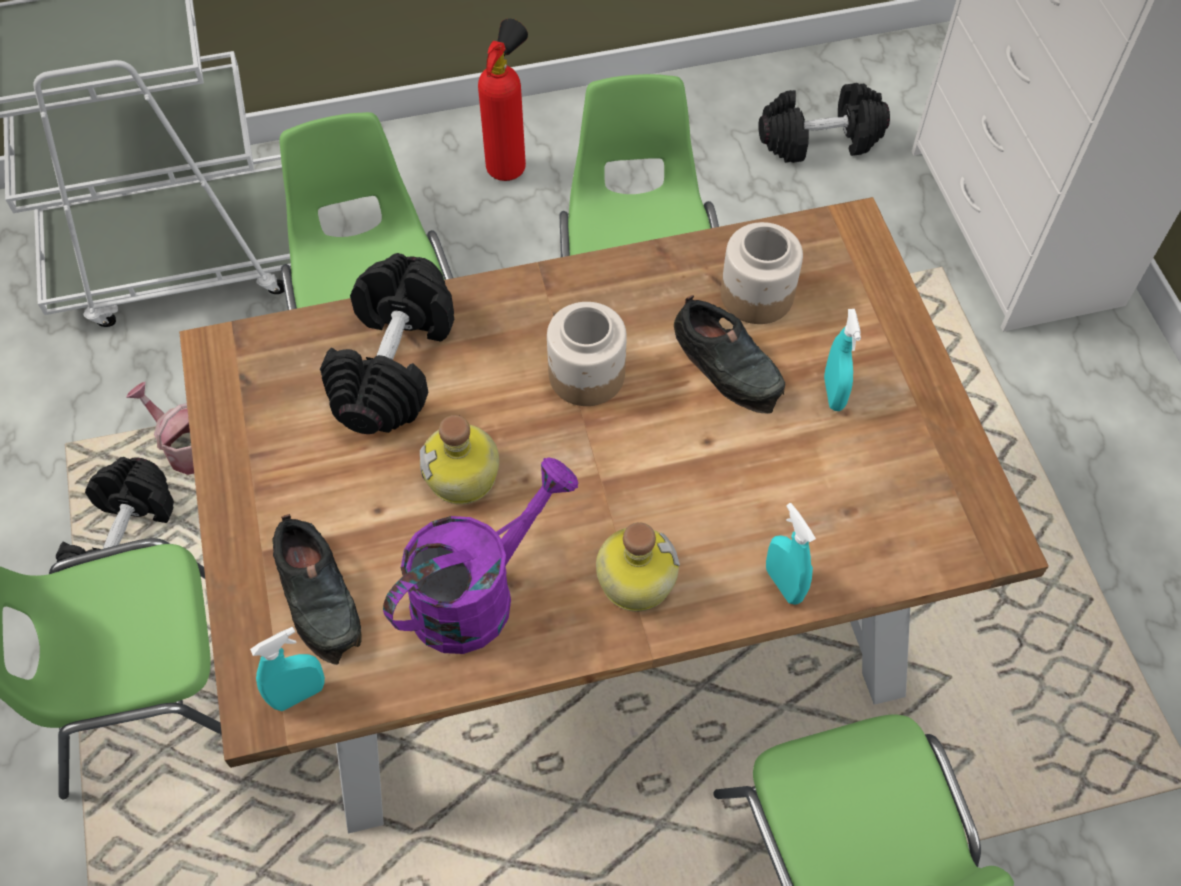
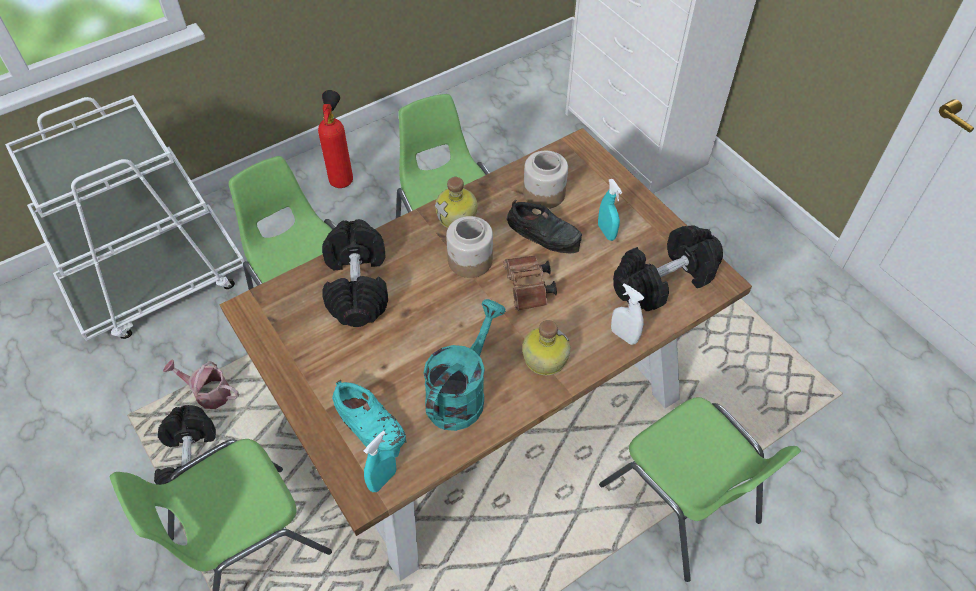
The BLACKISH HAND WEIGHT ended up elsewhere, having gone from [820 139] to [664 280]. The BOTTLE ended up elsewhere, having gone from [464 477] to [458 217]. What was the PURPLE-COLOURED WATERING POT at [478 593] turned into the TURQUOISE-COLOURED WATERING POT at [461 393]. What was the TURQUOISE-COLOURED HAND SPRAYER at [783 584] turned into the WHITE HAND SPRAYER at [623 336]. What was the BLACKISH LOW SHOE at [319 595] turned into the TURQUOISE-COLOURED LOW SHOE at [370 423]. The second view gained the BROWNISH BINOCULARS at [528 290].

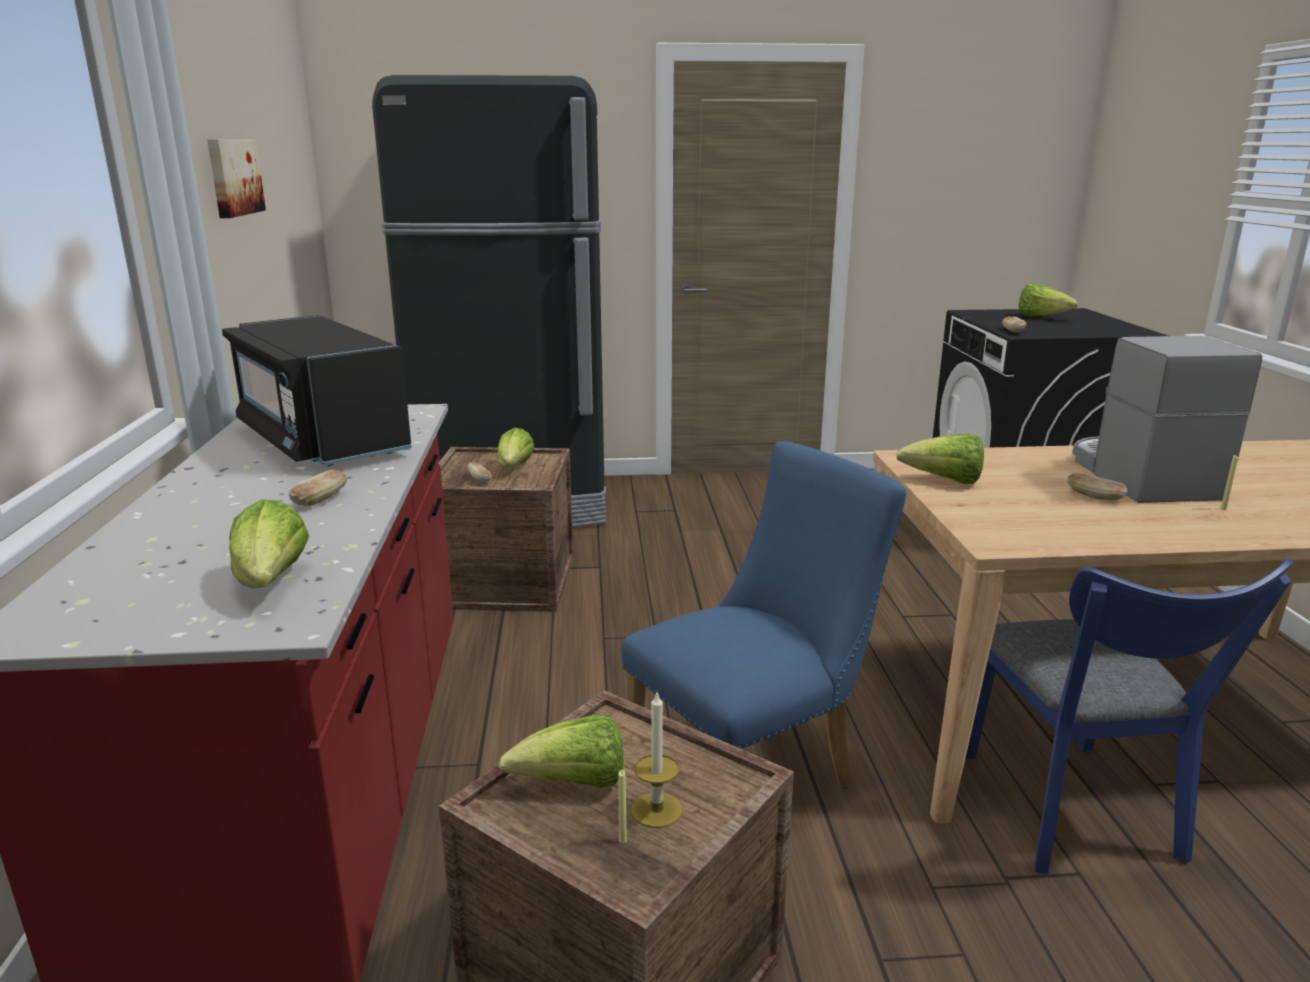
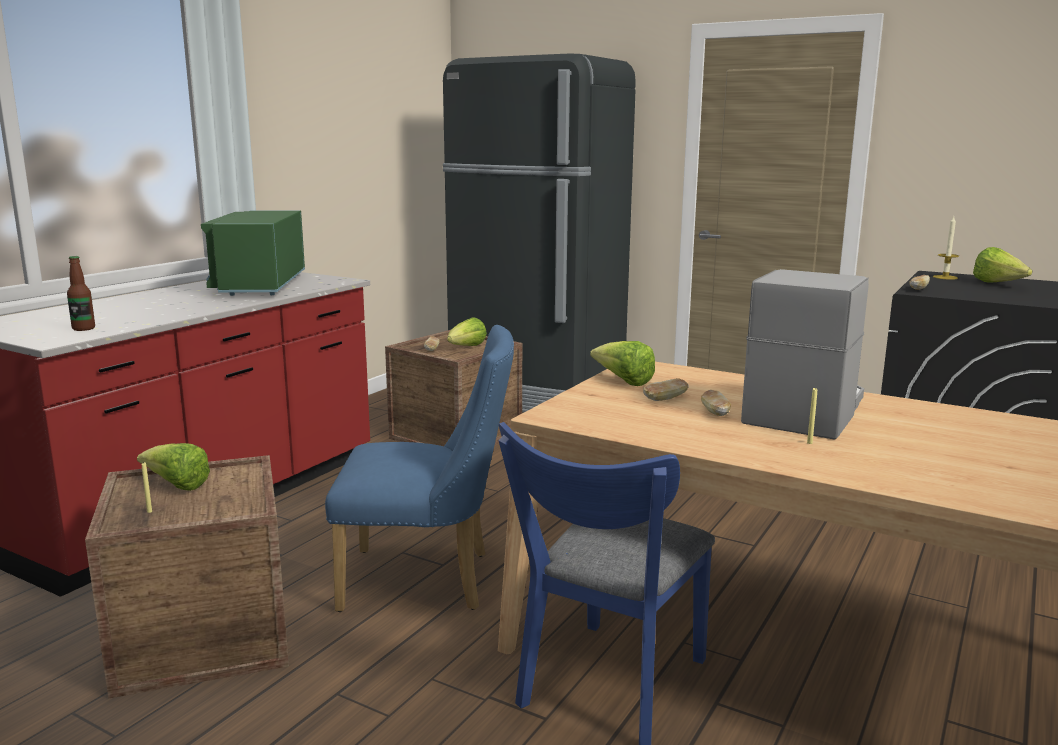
The second view lost the PICTURE at [233 177]. What was the BLACKISH KITCHEN MICROWAVE at [321 439] turned into the GREEN-COLOURED KITCHEN MICROWAVE at [260 285]. The BAKED BREAD ended up elsewhere, having gone from [320 500] to [665 399]. Where the LETTUCE stood at [271 583], the BOTTLE came to stand at [83 328]. The CANDLE ended up elsewhere, having gone from [656 810] to [945 277].

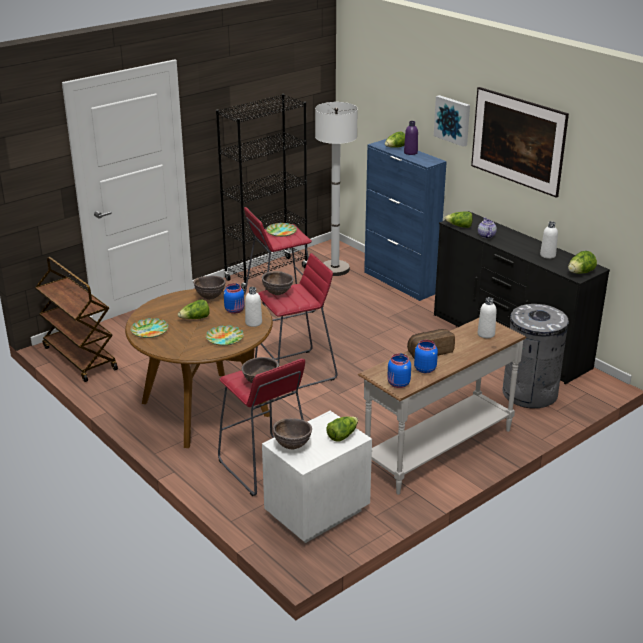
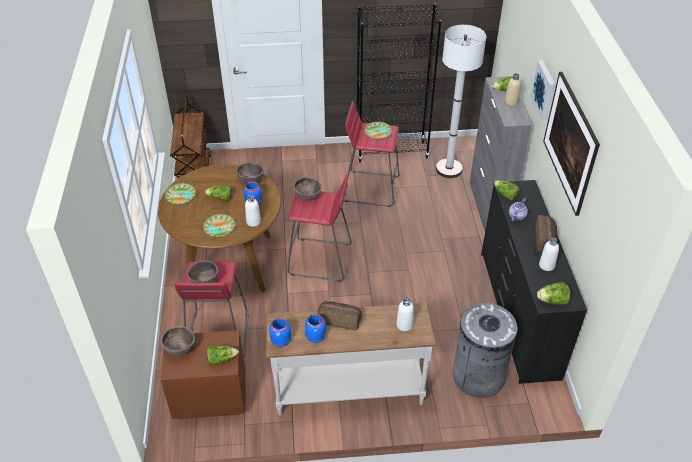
What was the PURPLE-COLOURED BOTTLE at [410 152] turned into the BEIGE-COLOURED BOTTLE at [511 102]. What was the BLUE CUPBOARD at [400 282] turned into the GRAY CUPBOARD at [488 206]. What was the WHITE NIGHTSTAND at [315 513] turned into the BROWNISH NIGHTSTAND at [209 397]. The second view gained the BAKED BREAD at [545 240].

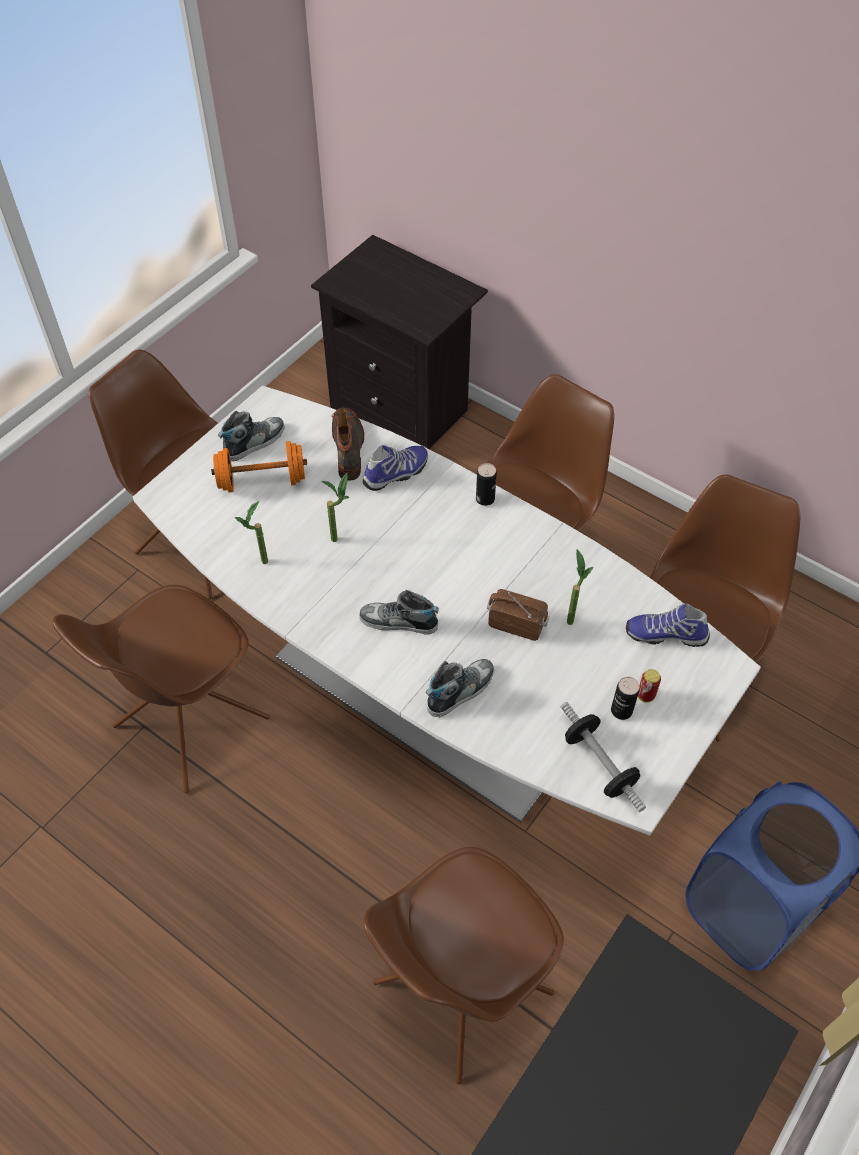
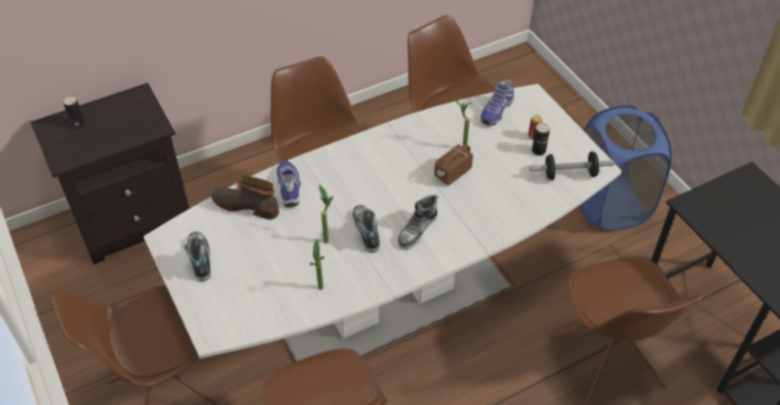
The second view lost the ORANGE-COLOURED HAND WEIGHT at [262 481]. The SEALED CAN ended up elsewhere, having gone from [485 499] to [78 123]. The LOW SHOE ended up elsewhere, having gone from [460 690] to [366 231].

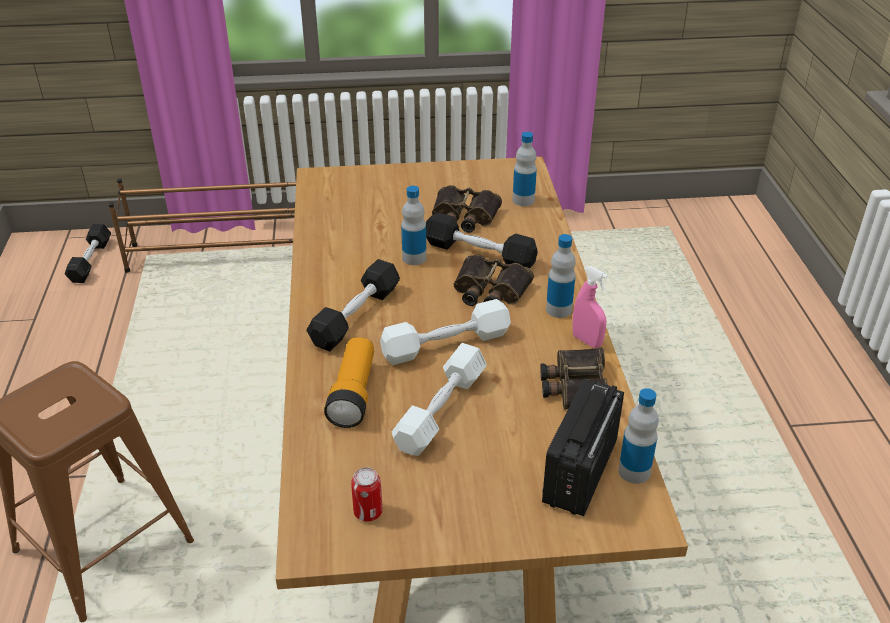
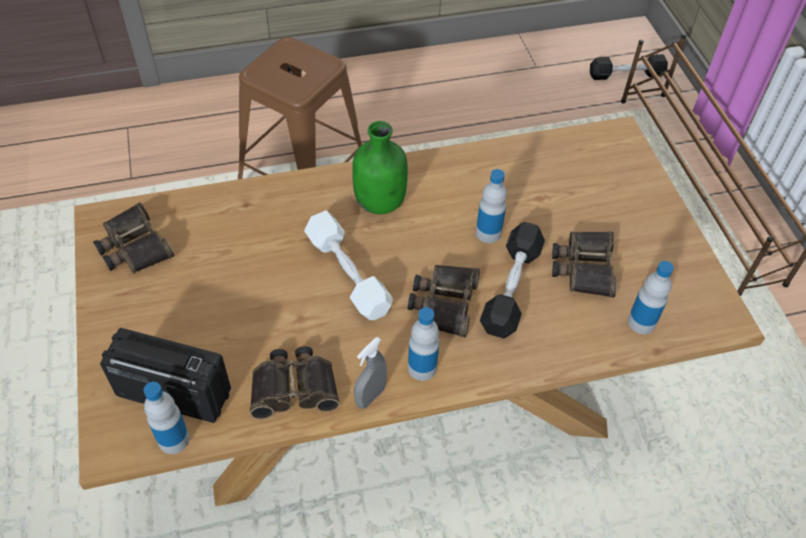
Where the BLACKISH HAND WEIGHT stood at [356 316], the GREEN-COLOURED BOTTLE came to stand at [381 202]. What was the PINKISH HAND SPRAYER at [587 341] turned into the GRAY HAND SPRAYER at [370 396]. The second view lost the FLASHLIGHT at [353 394]. The second view lost the WHITE HAND WEIGHT at [440 410]. Where the SEALED CAN stood at [368 512], the BINOCULARS came to stand at [133 247].

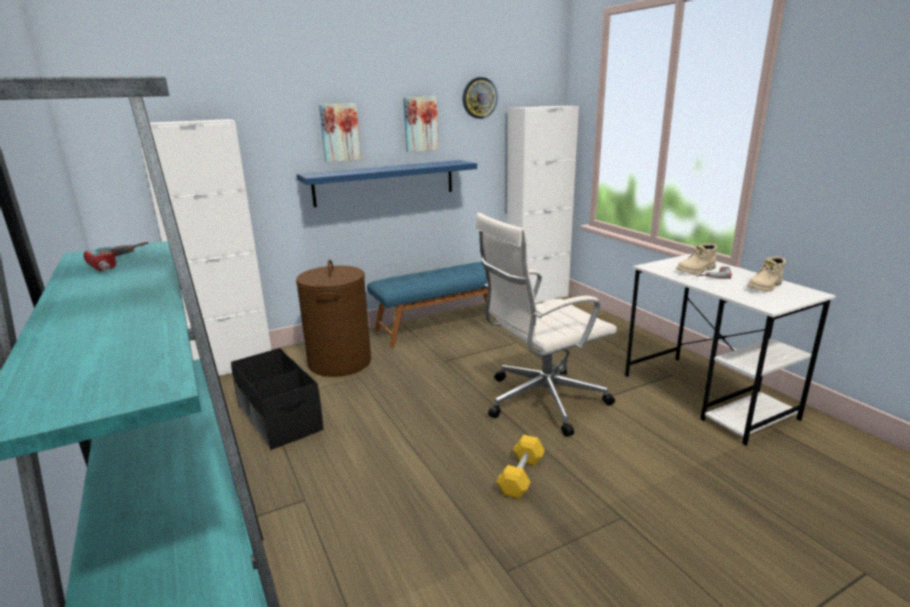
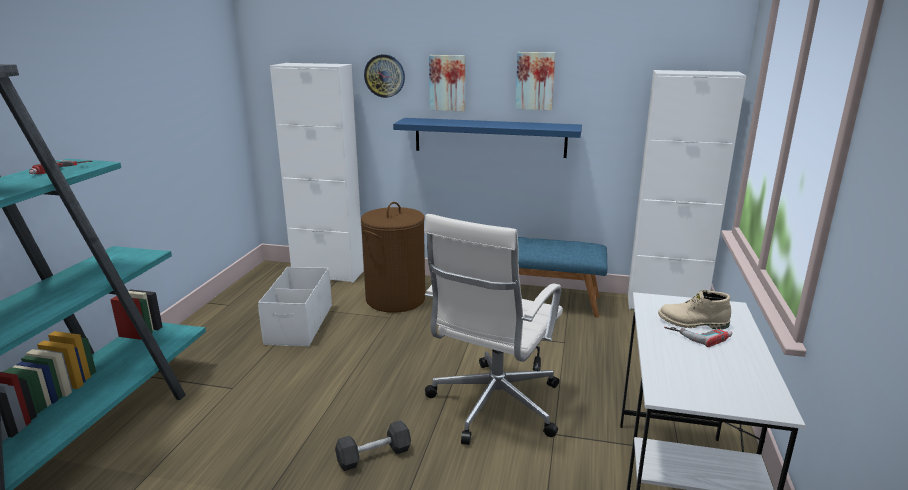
The CLOCK ON THE WALL ended up elsewhere, having gone from [479 98] to [384 76]. The WHITE COMPUTER CHAIR at [541 401] ended up facing another way, 75 degrees counterclockwise from before. The second view lost the BEIGE-COLOURED BOOT at [765 287]. What was the BLACKISH STORAGE BOX at [279 418] turned into the WHITE STORAGE BOX at [299 324]. What was the YELLOW-COLOURED HAND WEIGHT at [521 476] turned into the BLACKISH HAND WEIGHT at [374 456].

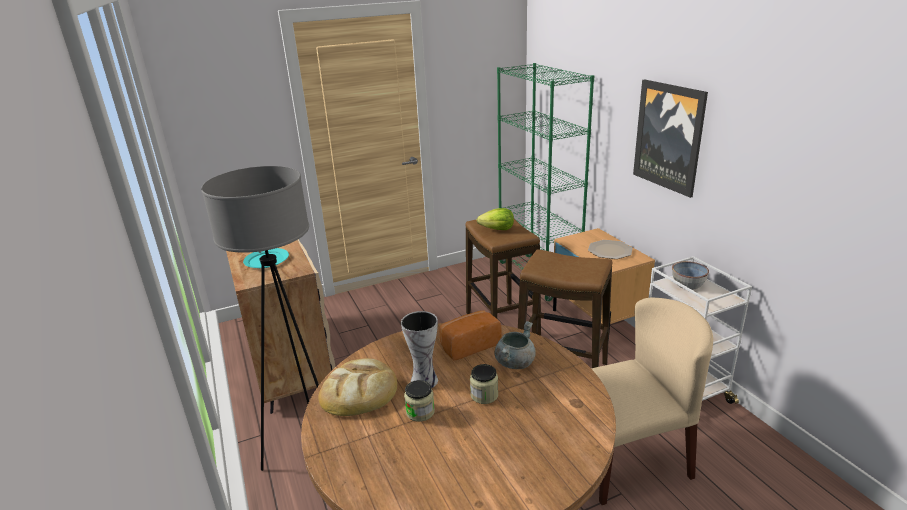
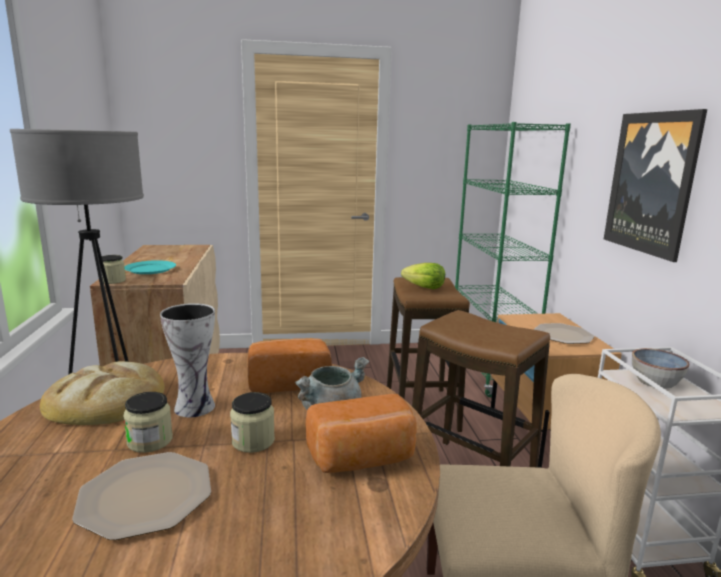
The second view gained the STORAGE JAR at [113 281]. The second view gained the BAKED BREAD at [362 459]. The second view gained the PLATE at [144 496].

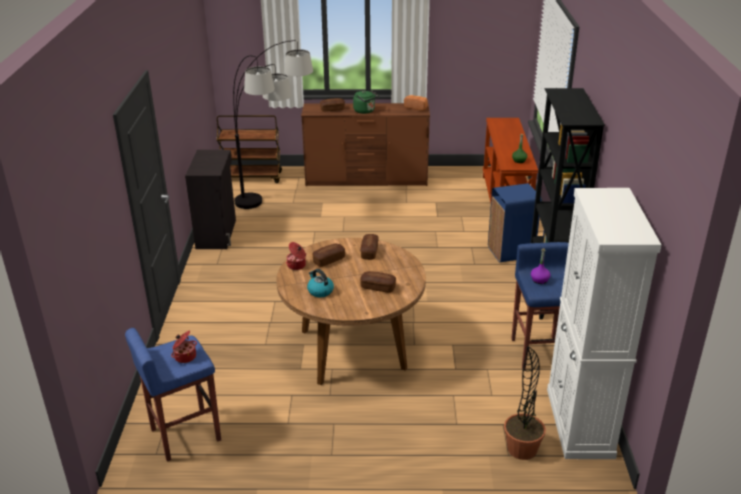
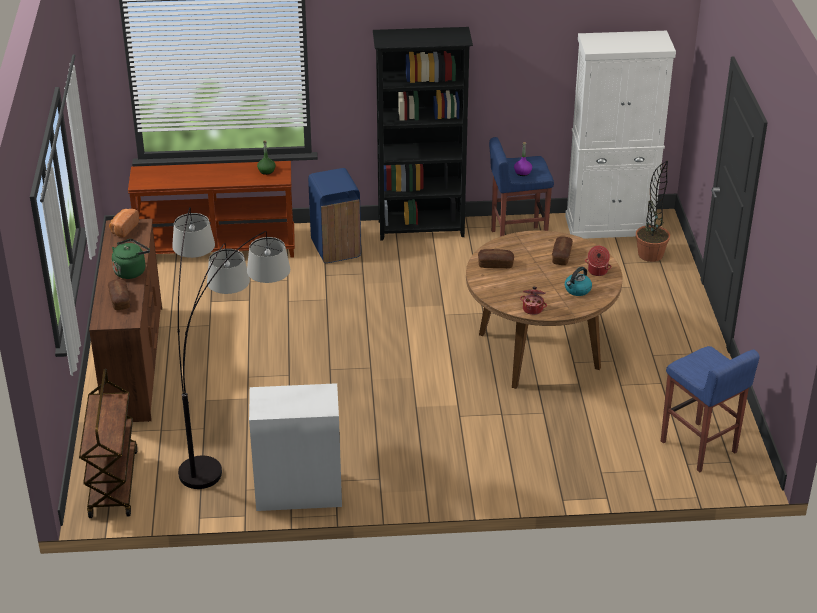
What was the BLACKISH CUPBOARD at [217 234] turned into the WHITE CUPBOARD at [298 492]. The second view lost the BAKED BREAD at [329 260]. The SAUCEPOT ended up elsewhere, having gone from [185 356] to [597 271].

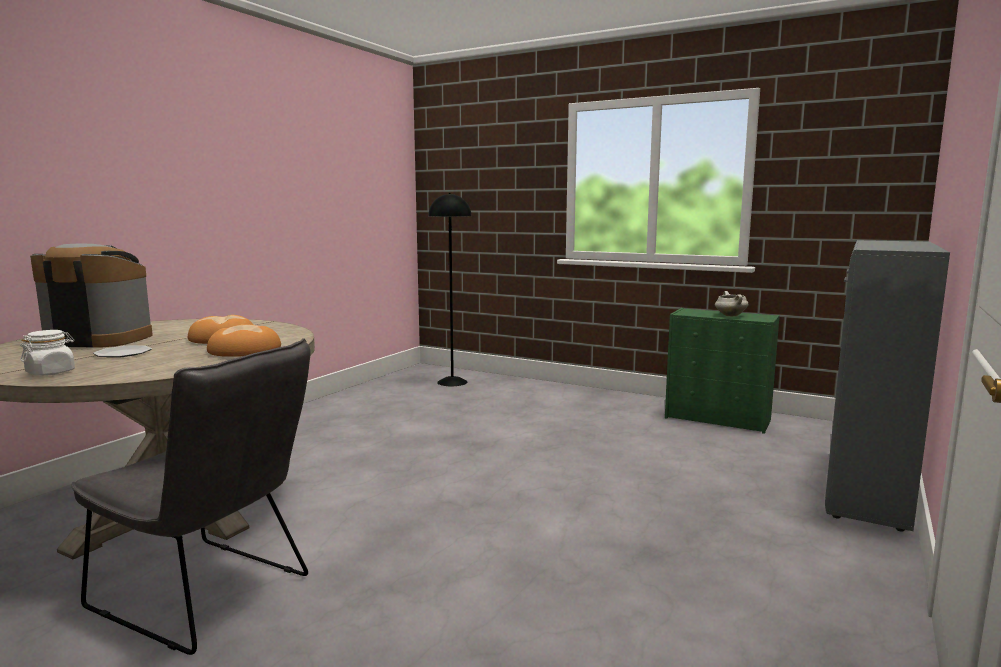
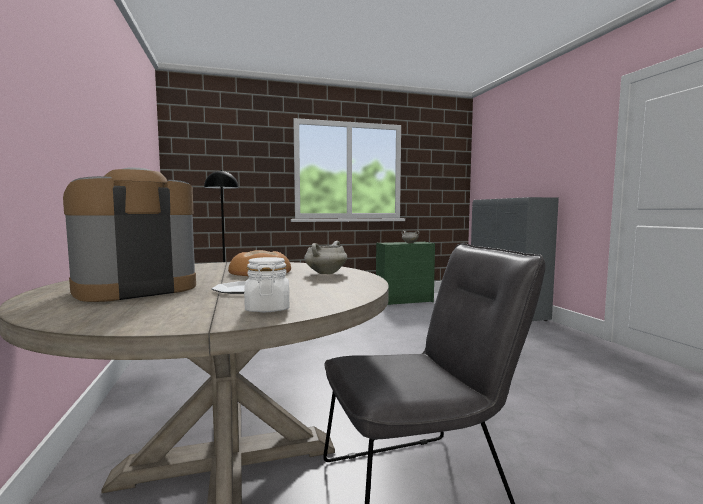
Where the BAKED BREAD stood at [245 350], the WHITE SAUCEPOT came to stand at [326 273].

